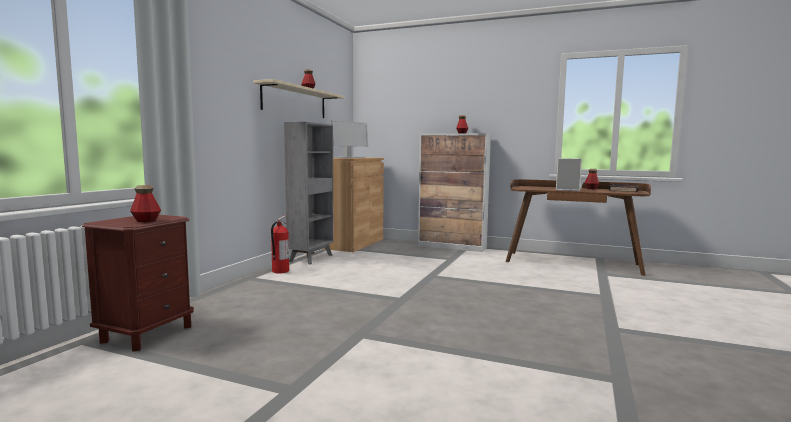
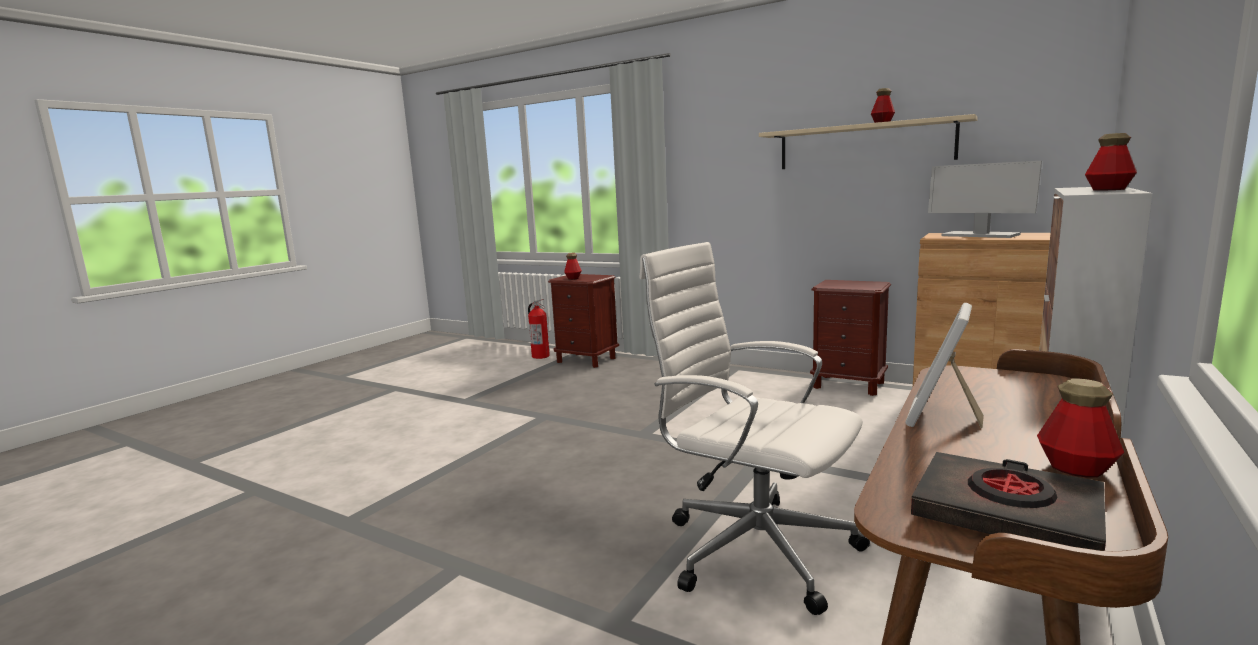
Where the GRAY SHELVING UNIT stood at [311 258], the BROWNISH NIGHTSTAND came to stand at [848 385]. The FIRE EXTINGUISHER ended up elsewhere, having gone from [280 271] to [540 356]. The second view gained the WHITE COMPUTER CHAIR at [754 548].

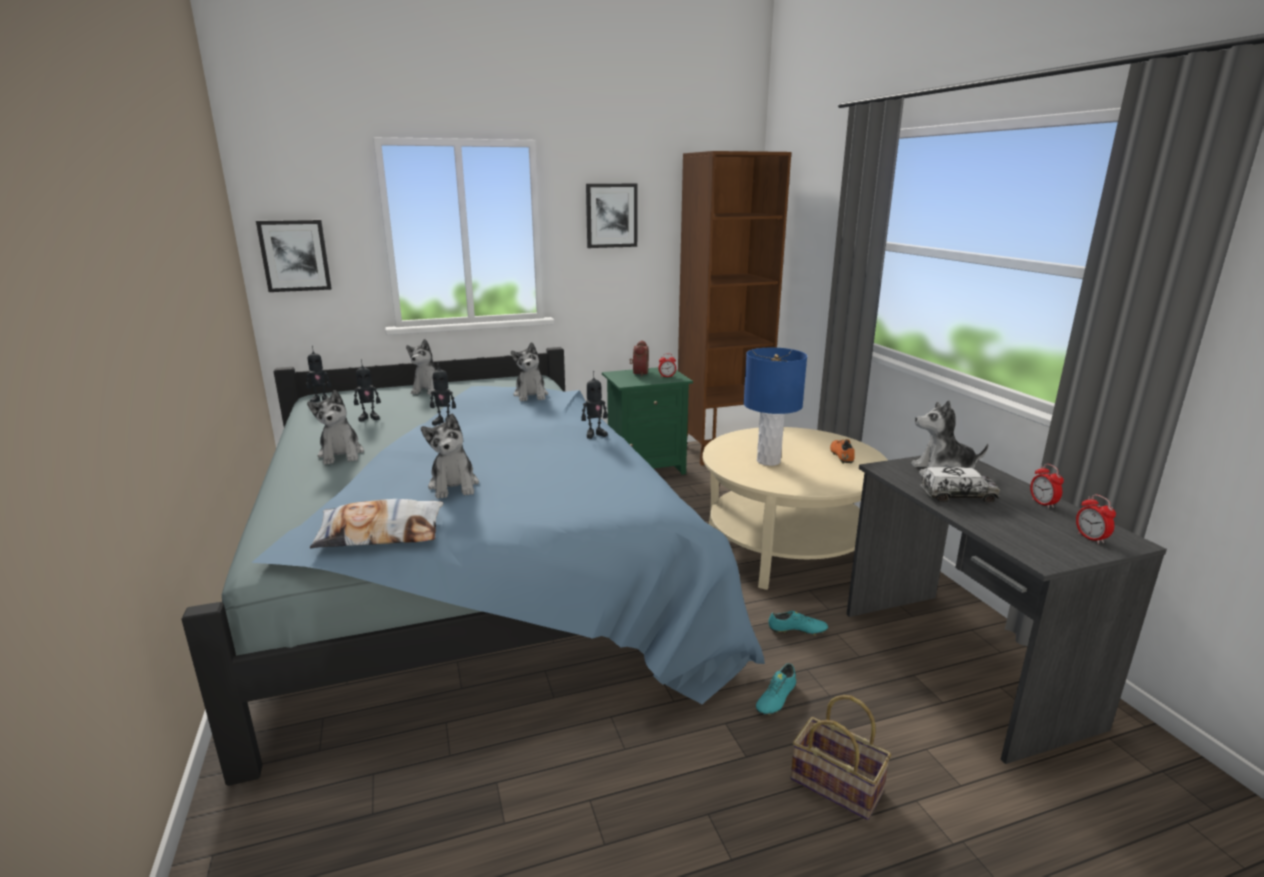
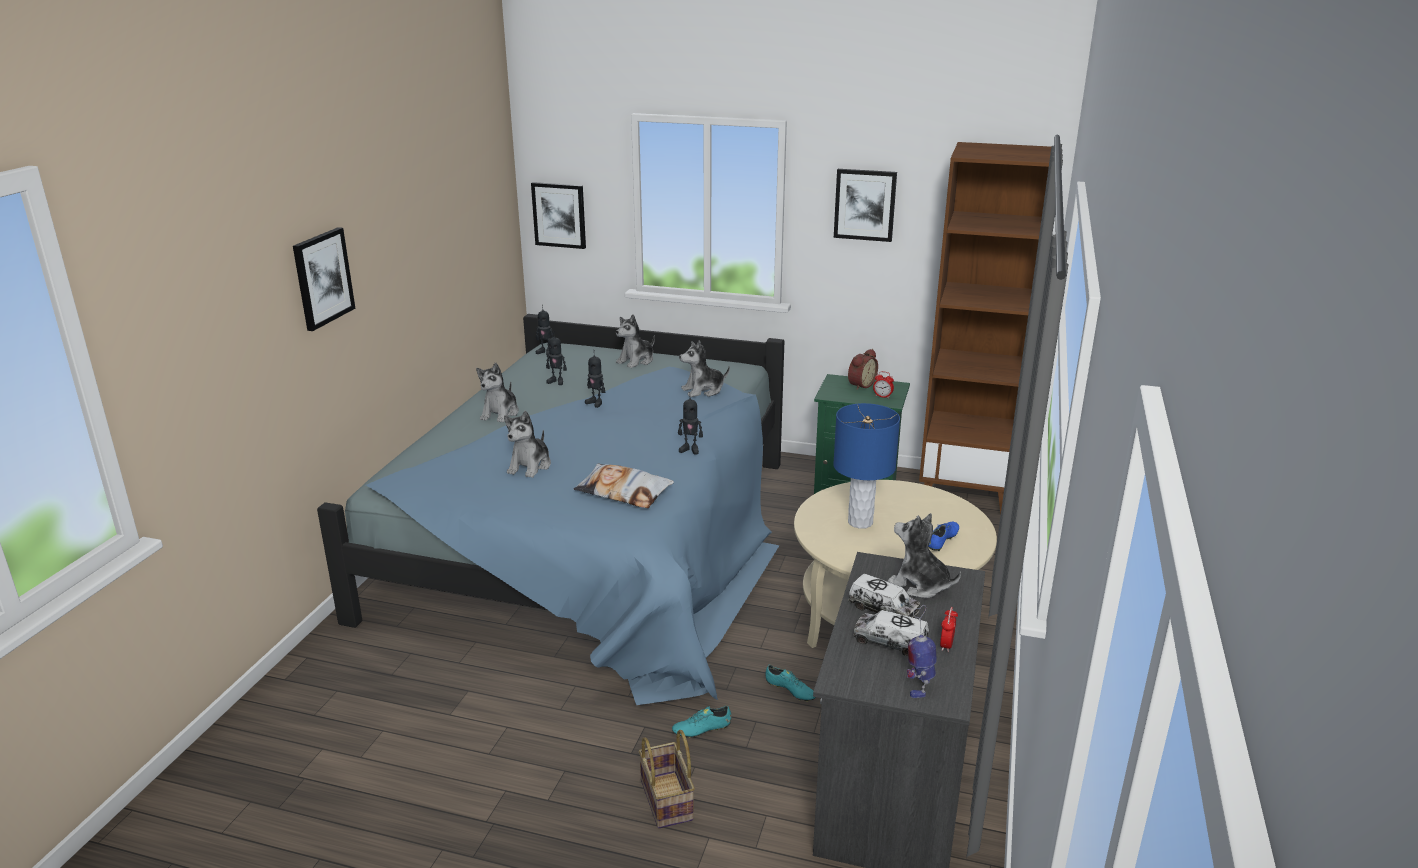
The PLUSH TOY at [531 395] ended up facing another way, 45 degrees clockwise from before. What was the ORANGE-COLOURED LOW SHOE at [841 456] turned into the BLUE LOW SHOE at [943 541]. Where the ALARM CLOCK stood at [1090 538], the ROBOT FIGURE came to stand at [919 686]. The PILLOW ended up elsewhere, having gone from [381 533] to [624 492]. The second view gained the PICTURE at [322 278]. The second view gained the TOY LORRY at [890 642].

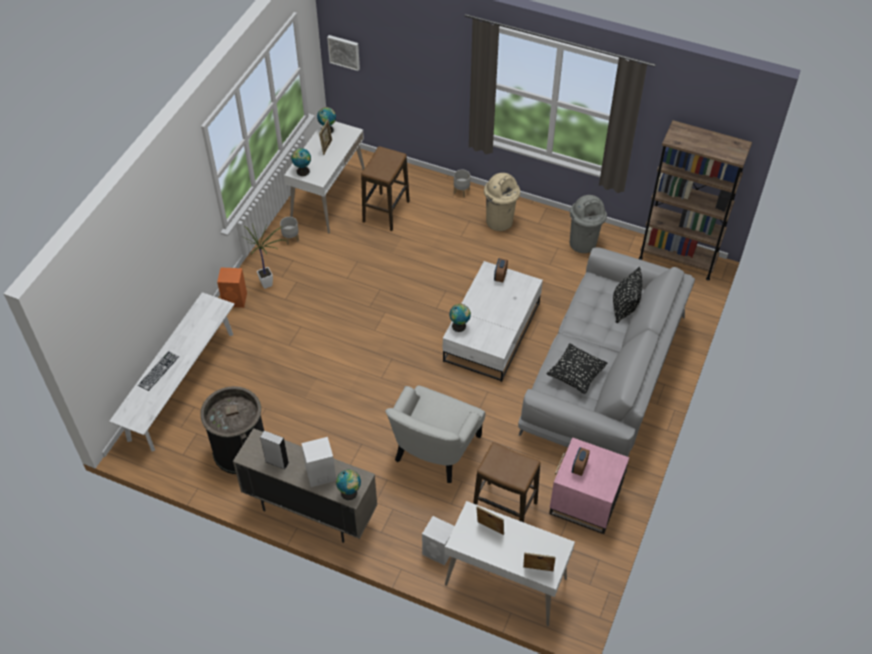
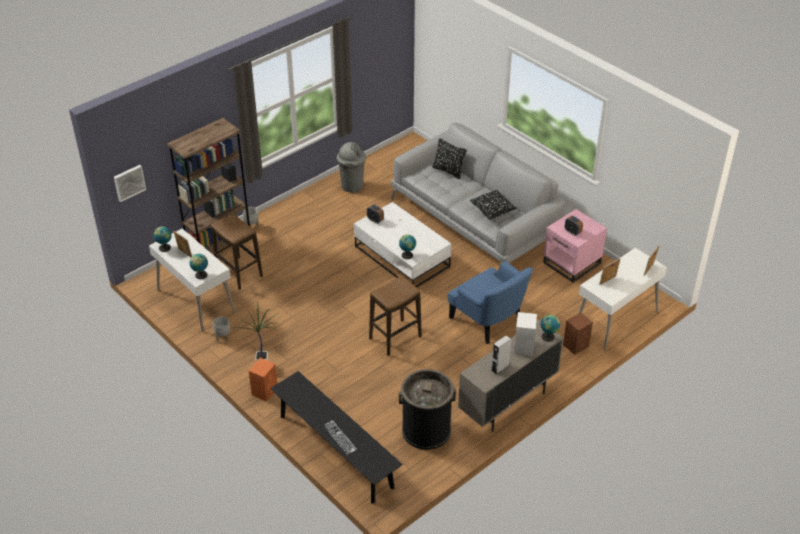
The BROWNISH SHELVING UNIT ended up elsewhere, having gone from [678 258] to [219 245]. The second view lost the BEIGE-COLOURED RUBBISH BIN at [500 221]. What was the WHITE LONG SEAT at [181 385] turned into the BLACKISH LONG SEAT at [335 451]. What was the WHITE ARMCHAIR at [435 449] turned into the BLUE ARMCHAIR at [488 320]. The STOOL ended up elsewhere, having gone from [505 508] to [395 337]. What was the WHITE SPEAKER at [439 551] turned into the BROWNISH SPEAKER at [576 345].

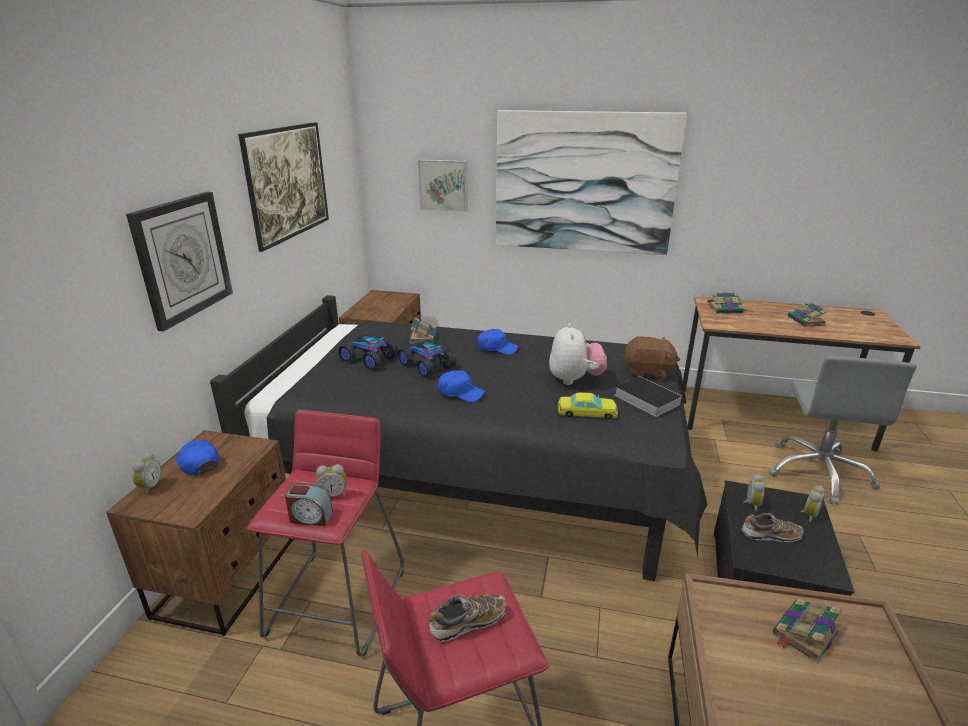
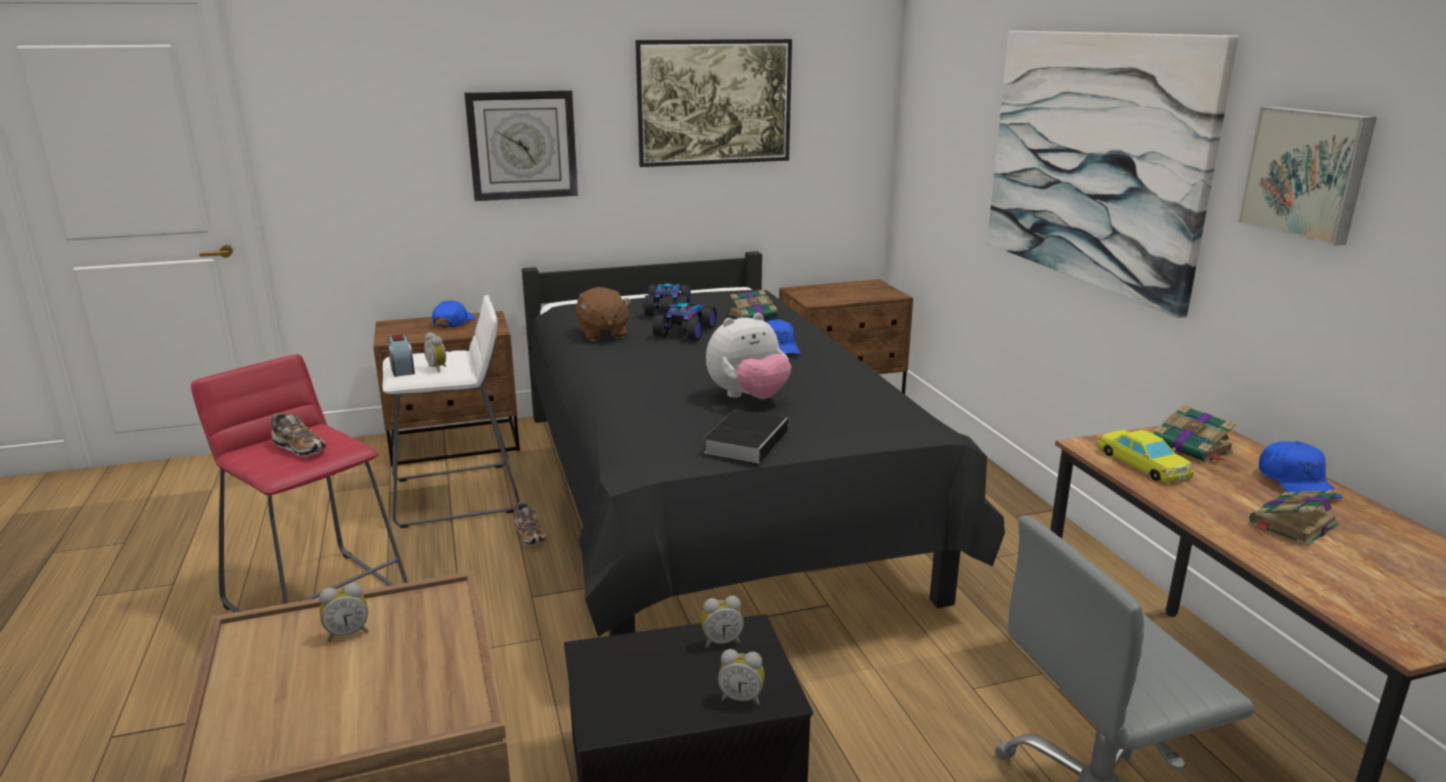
The PICTURE ended up elsewhere, having gone from [444 185] to [1307 173]. The BROWNISH PLUSH TOY ended up elsewhere, having gone from [647 372] to [602 334]. The BLUE CAP ended up elsewhere, having gone from [460 393] to [1296 483]. The YELLOW-COLOURED MINIATURE CAR ended up elsewhere, having gone from [587 412] to [1143 464]. What was the RED STOOL at [337 601] turned into the WHITE STOOL at [456 495]. The ALARM CLOCK ended up elsewhere, having gone from [149 487] to [347 633]. The LOW SHOE ended up elsewhere, having gone from [770 535] to [529 535]. The second view lost the BOOK at [804 634].

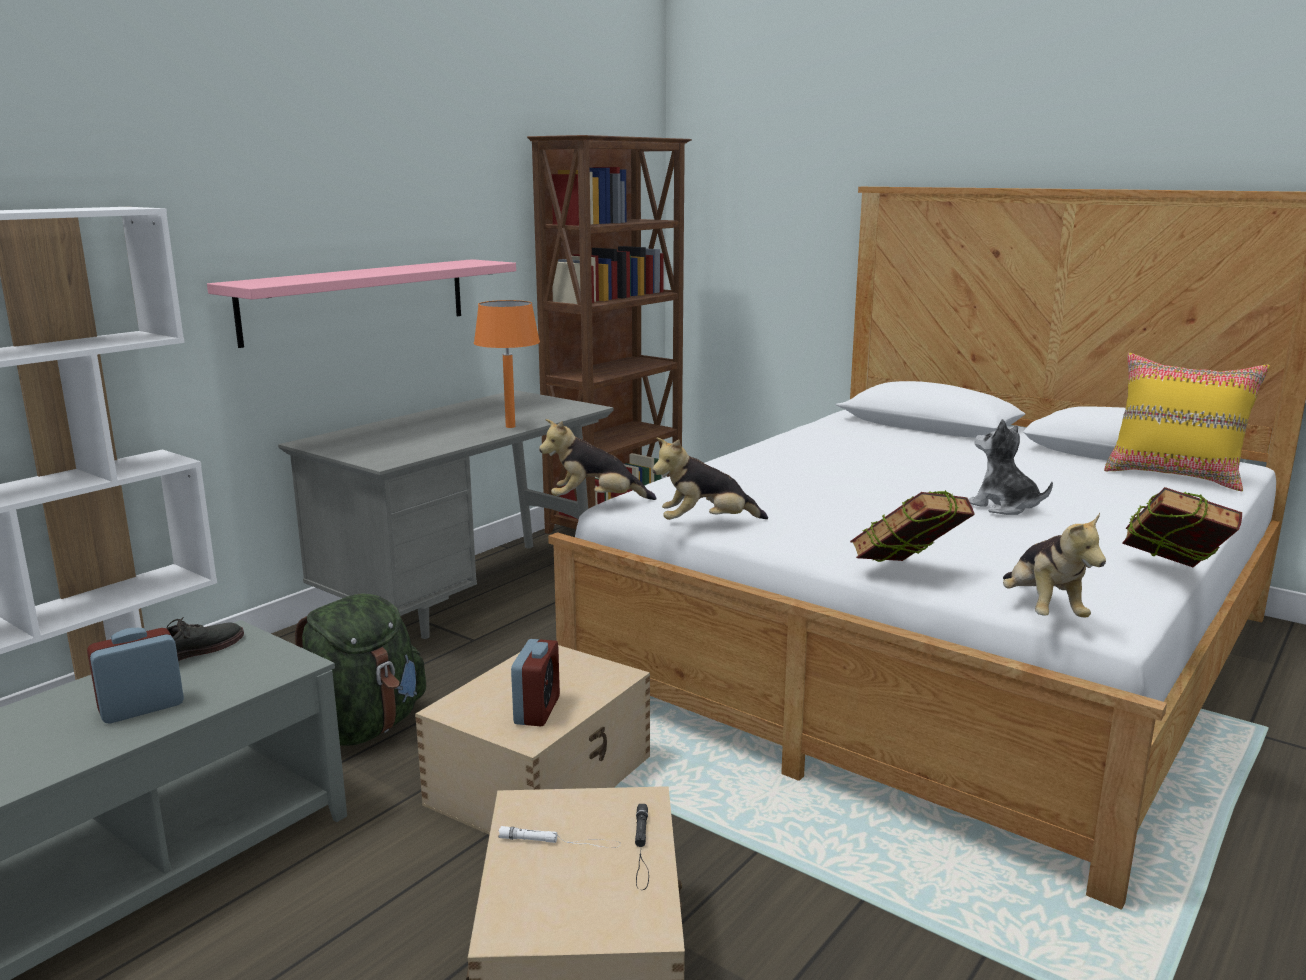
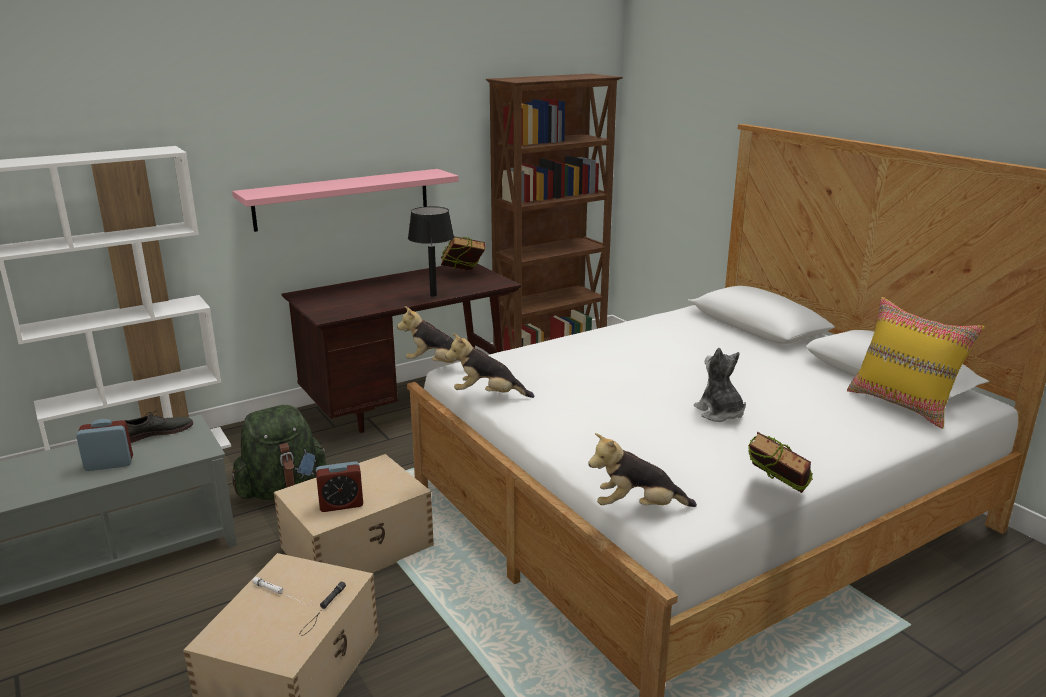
What was the ORANGE-COLOURED TABLETOP LAMP at [510 426] turned into the BLACKISH TABLETOP LAMP at [433 295]. What was the GRAY DESK at [467 593] turned into the BROWNISH DESK at [409 403]. The BOOK ended up elsewhere, having gone from [908 574] to [463 275]. The PLUSH TOY at [1042 610] ended up facing another way, 75 degrees clockwise from before. The ALARM CLOCK at [537 711] ended up facing another way, 45 degrees clockwise from before.

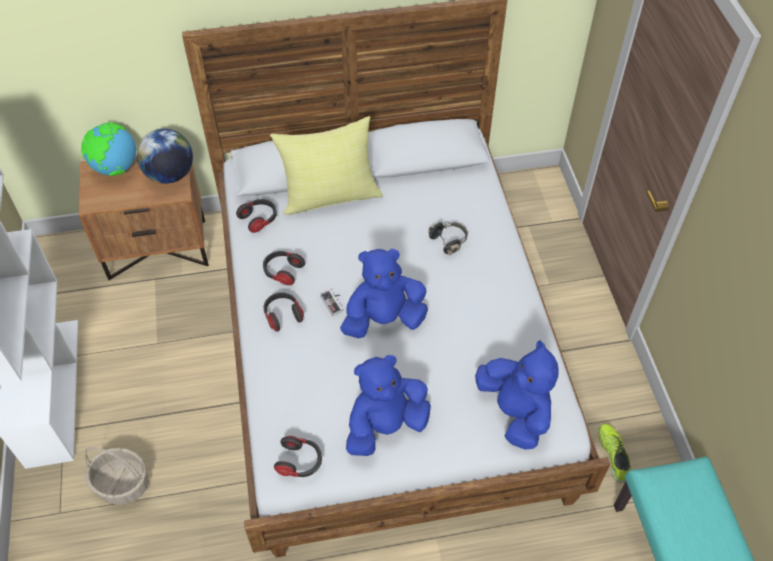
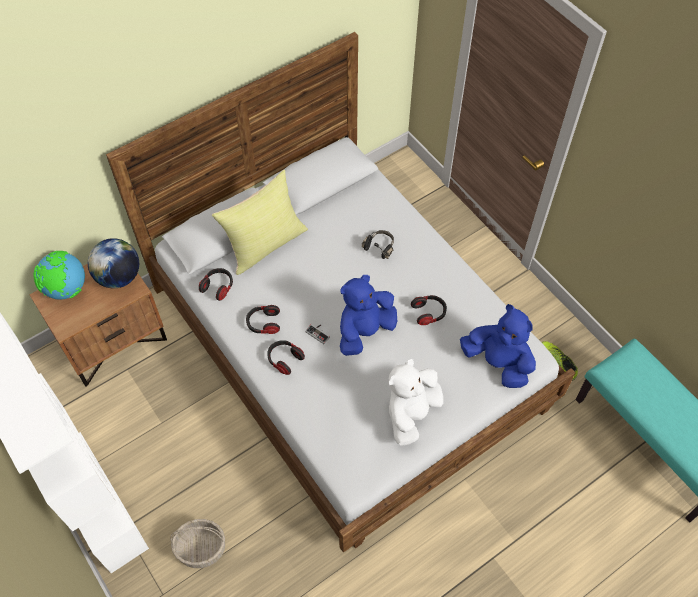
What was the BLUE PLUSH TOY at [385 426] turned into the WHITE PLUSH TOY at [411 413]. The HEADSET ended up elsewhere, having gone from [300 462] to [429 313].

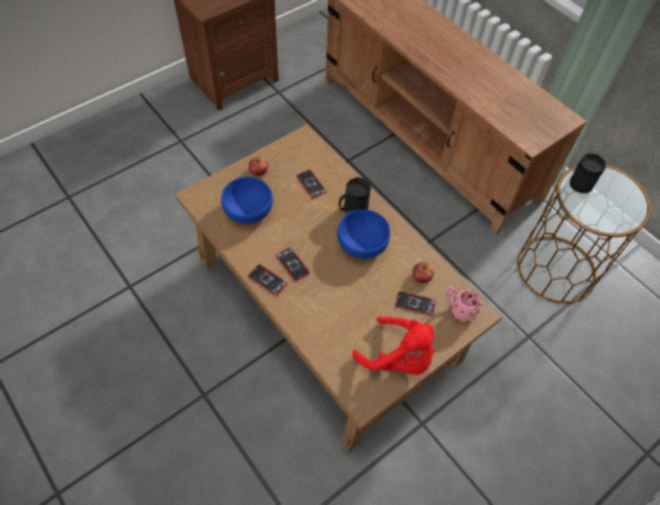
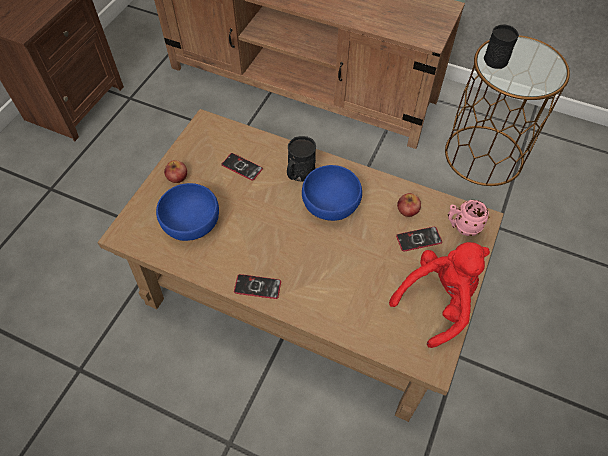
The second view lost the PHONE at [292 264]. The RED PLUSH TOY at [398 358] ended up facing another way, 45 degrees counterclockwise from before.

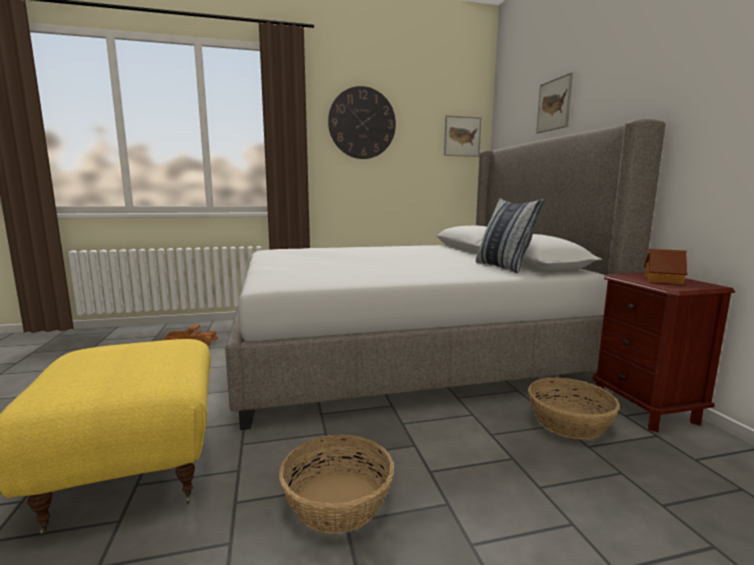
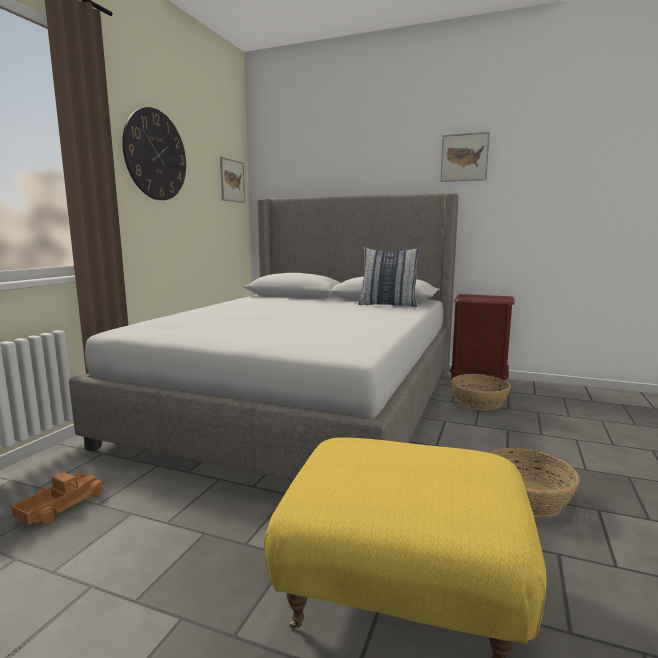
The PICTURE ended up elsewhere, having gone from [554 104] to [464 157]. The second view lost the TOY HOUSE at [663 280].

